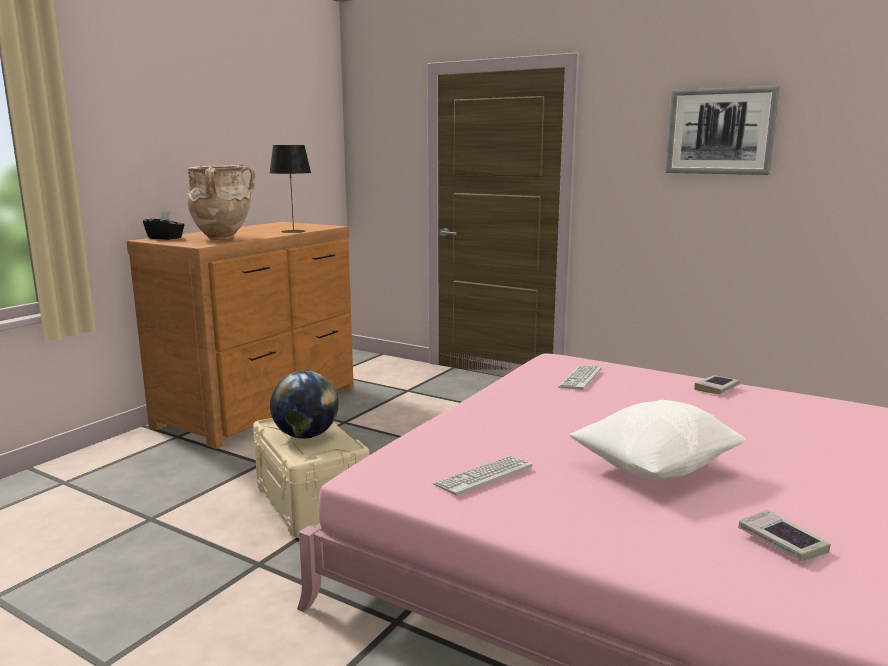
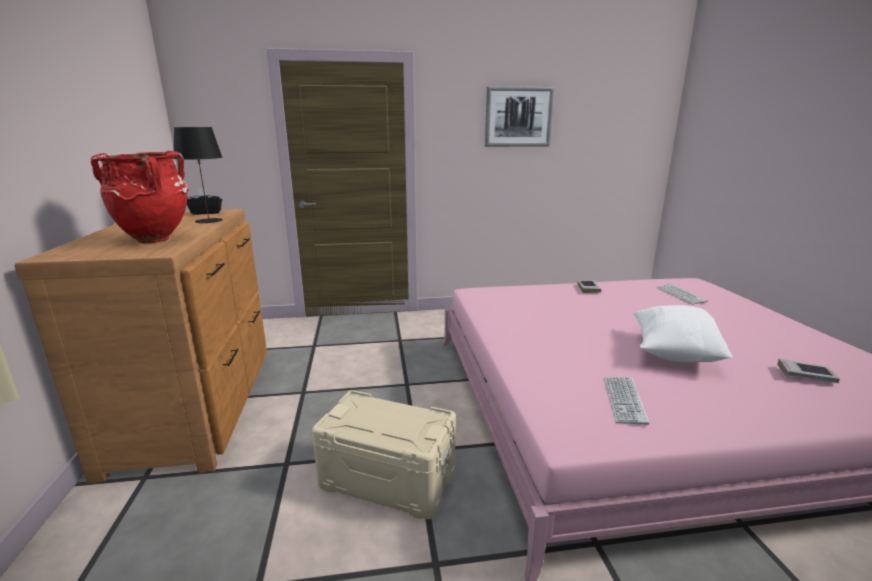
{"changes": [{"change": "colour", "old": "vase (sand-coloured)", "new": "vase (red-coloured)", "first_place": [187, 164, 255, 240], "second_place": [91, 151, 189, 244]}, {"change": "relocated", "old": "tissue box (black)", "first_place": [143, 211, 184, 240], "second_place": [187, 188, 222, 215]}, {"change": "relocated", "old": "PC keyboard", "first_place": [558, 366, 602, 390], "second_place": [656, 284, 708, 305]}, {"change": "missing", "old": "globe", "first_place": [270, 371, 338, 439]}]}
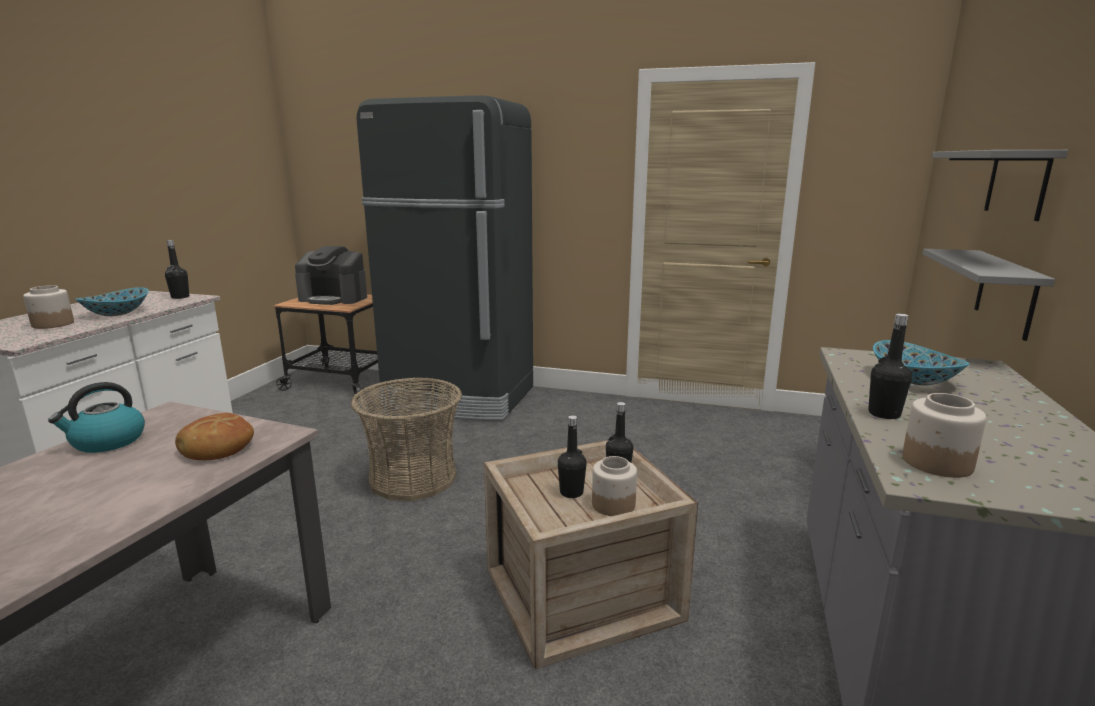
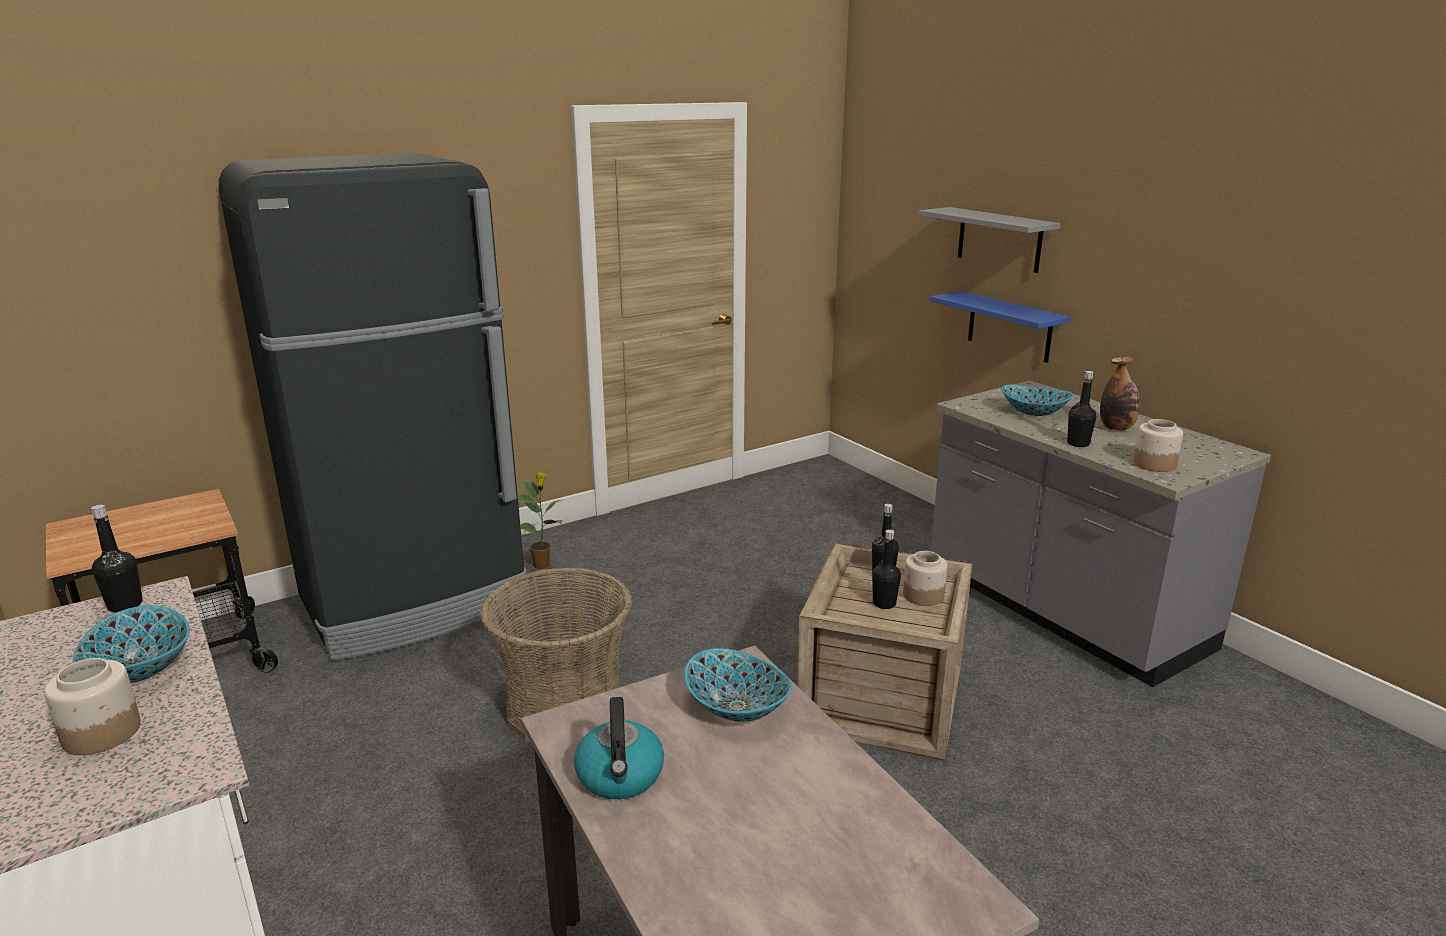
{"changes": [{"change": "missing", "old": "coffee maker", "first_place": [295, 246, 367, 305]}, {"change": "colour", "old": "wall shelf (grey)", "new": "wall shelf (blue)", "first_place": [923, 249, 1055, 341], "second_place": [929, 291, 1071, 363]}, {"change": "exchanged", "old": "baked bread", "new": "serving bowl", "first_place": [175, 413, 254, 460], "second_place": [684, 648, 792, 722]}, {"change": "appeared", "new": "bottle", "second_place": [1100, 357, 1140, 430]}, {"change": "appeared", "new": "houseplant", "second_place": [518, 472, 563, 569]}]}
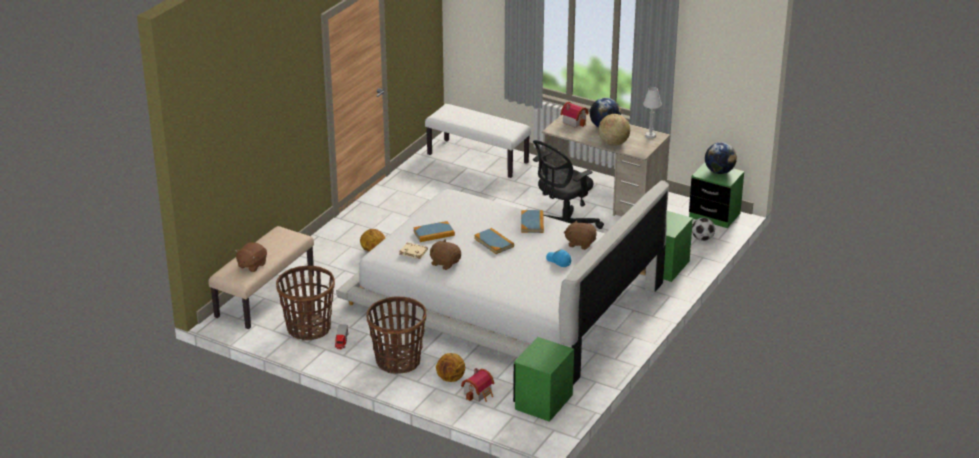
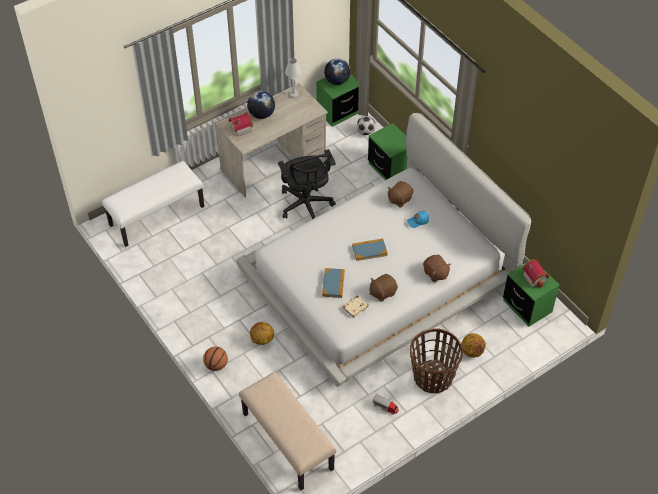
{"changes": [{"change": "missing", "old": "globe", "first_place": [598, 114, 630, 146]}, {"change": "missing", "old": "volume", "first_place": [521, 210, 544, 233]}, {"change": "relocated", "old": "soft toy (brown)", "first_place": [235, 242, 267, 272], "second_place": [423, 255, 451, 282]}, {"change": "missing", "old": "household basket", "first_place": [276, 266, 335, 340]}, {"change": "relocated", "old": "model house", "first_place": [461, 368, 494, 402], "second_place": [522, 259, 549, 288]}, {"change": "appeared", "new": "ball for basketball", "second_place": [203, 347, 228, 371]}]}
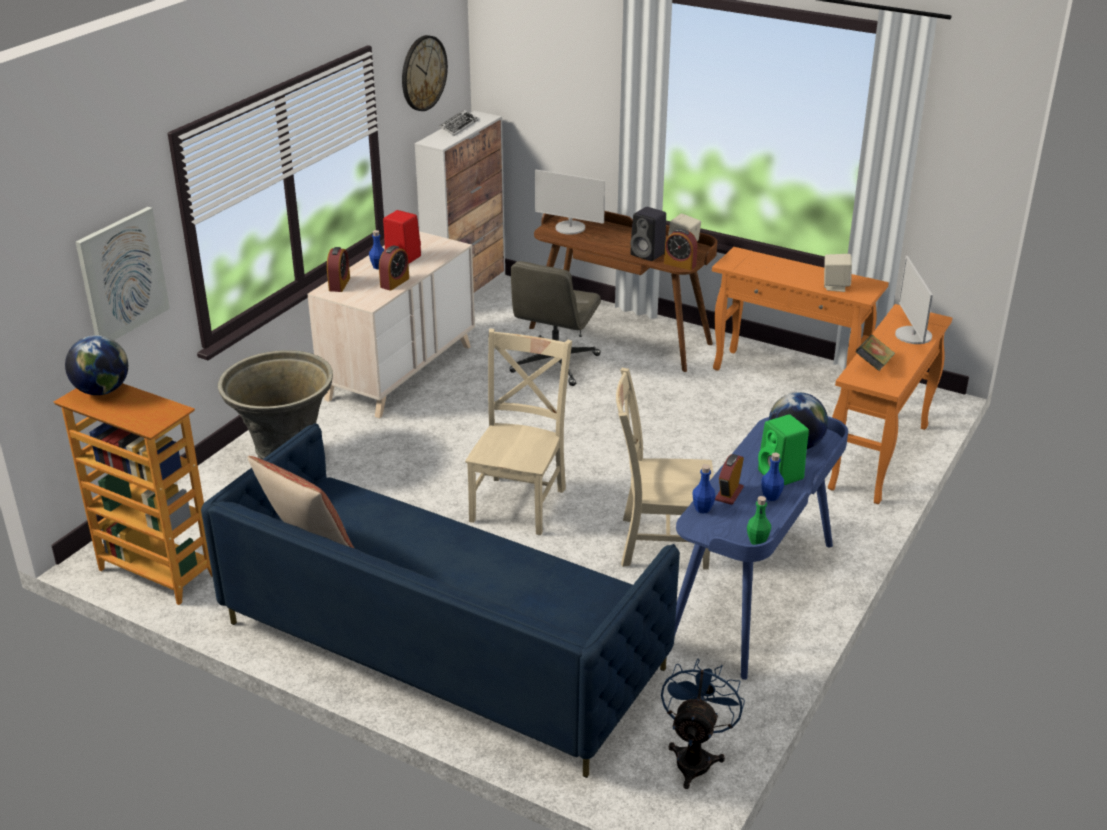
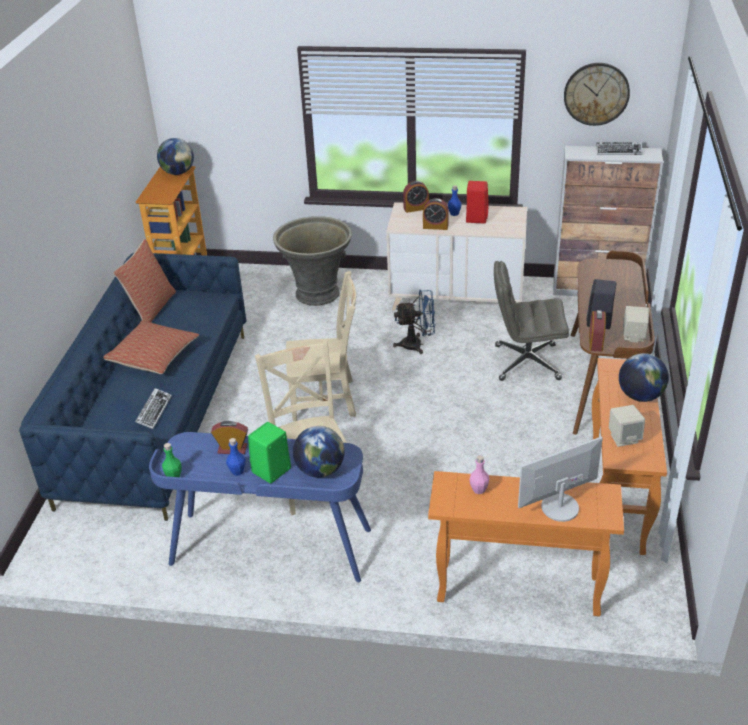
{"changes": [{"change": "missing", "old": "computer display", "first_place": [535, 169, 605, 235]}, {"change": "missing", "old": "picture", "first_place": [76, 207, 170, 340]}, {"change": "exchanged", "old": "volume", "new": "bottle (pink)", "first_place": [855, 335, 895, 371], "second_place": [469, 455, 490, 494]}, {"change": "missing", "old": "bottle (blue)", "first_place": [692, 464, 715, 513]}, {"change": "relocated", "old": "cooling fan (blue)", "first_place": [661, 658, 745, 789], "second_place": [393, 290, 435, 354]}, {"change": "appeared", "new": "pillow", "second_place": [103, 320, 199, 374]}, {"change": "appeared", "new": "globe", "second_place": [619, 353, 669, 402]}, {"change": "appeared", "new": "PC keyboard", "second_place": [135, 388, 172, 429]}]}
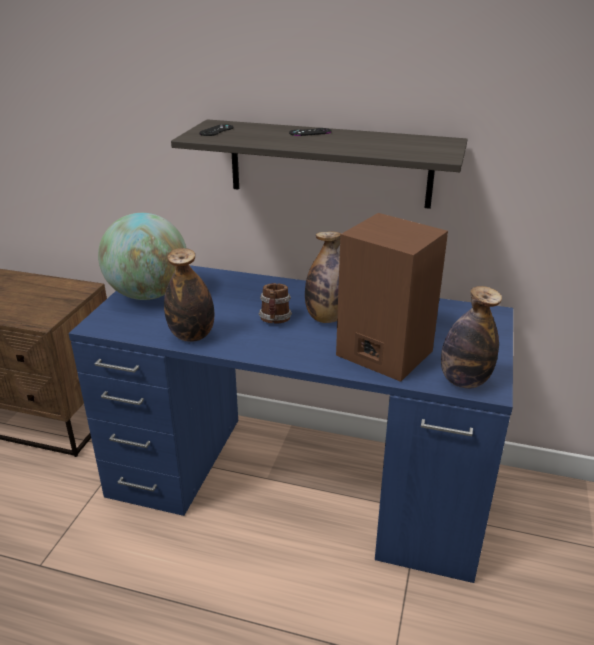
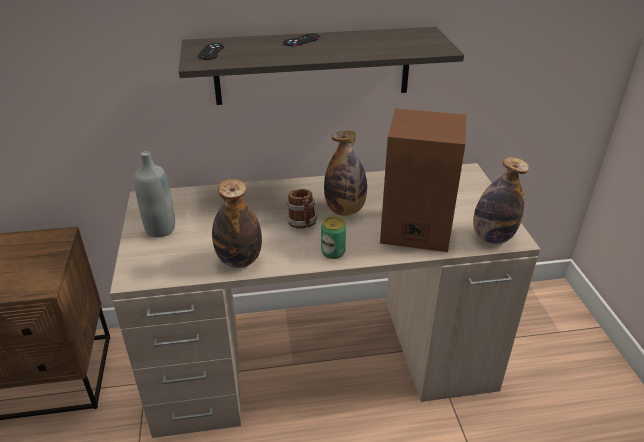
{"changes": [{"change": "exchanged", "old": "globe", "new": "bottle (grey)", "first_place": [98, 213, 186, 300], "second_place": [134, 151, 175, 237]}, {"change": "colour", "old": "desk (blue)", "new": "desk (sand-coloured)", "first_place": [69, 265, 513, 583], "second_place": [110, 163, 540, 438]}, {"change": "appeared", "new": "can", "second_place": [321, 217, 346, 259]}]}
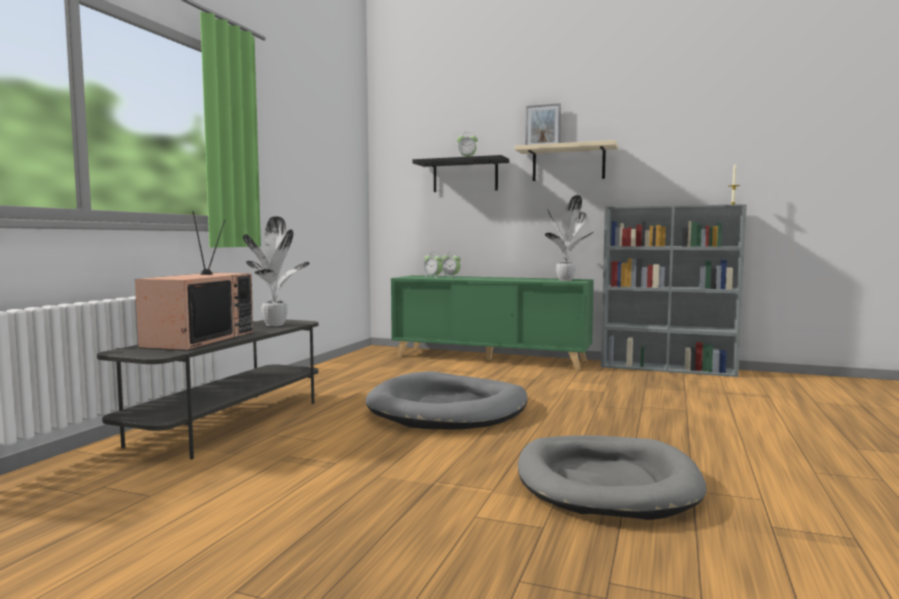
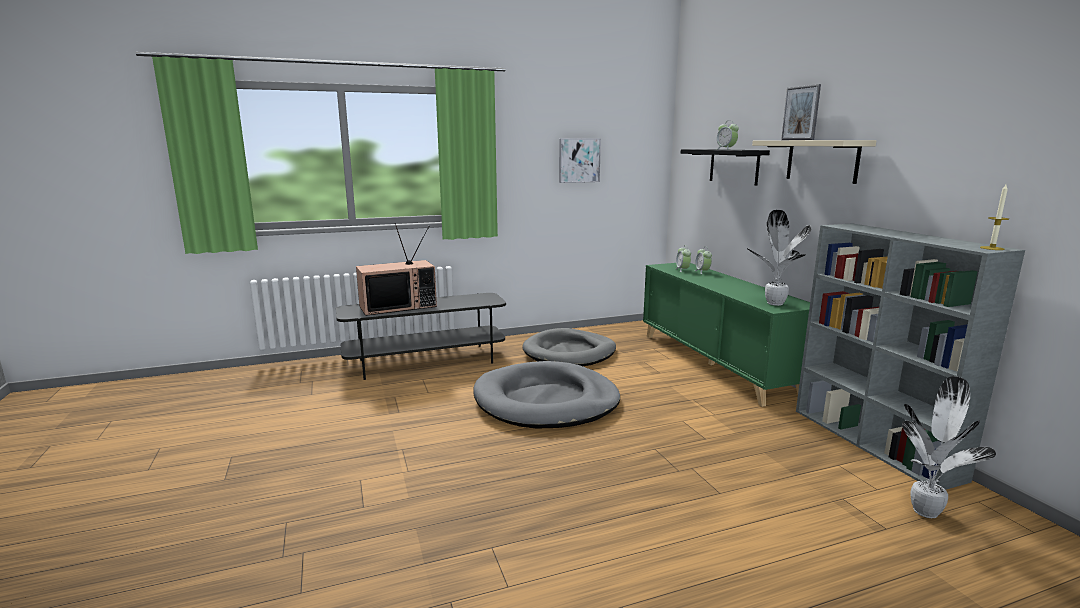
{"changes": [{"change": "relocated", "old": "houseplant", "first_place": [243, 216, 310, 326], "second_place": [902, 376, 996, 518]}, {"change": "relocated", "old": "pet bed (grey)", "first_place": [518, 435, 707, 520], "second_place": [522, 328, 616, 366]}, {"change": "appeared", "new": "picture", "second_place": [559, 138, 601, 183]}]}
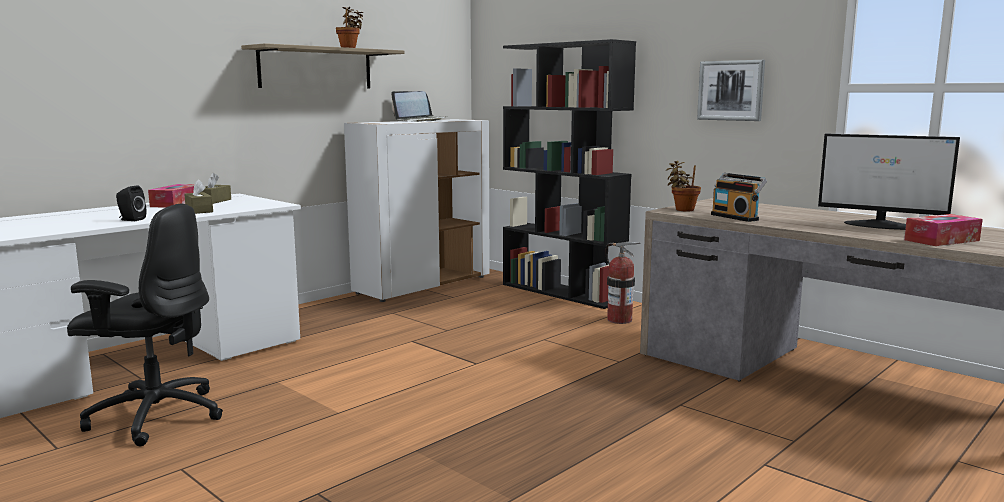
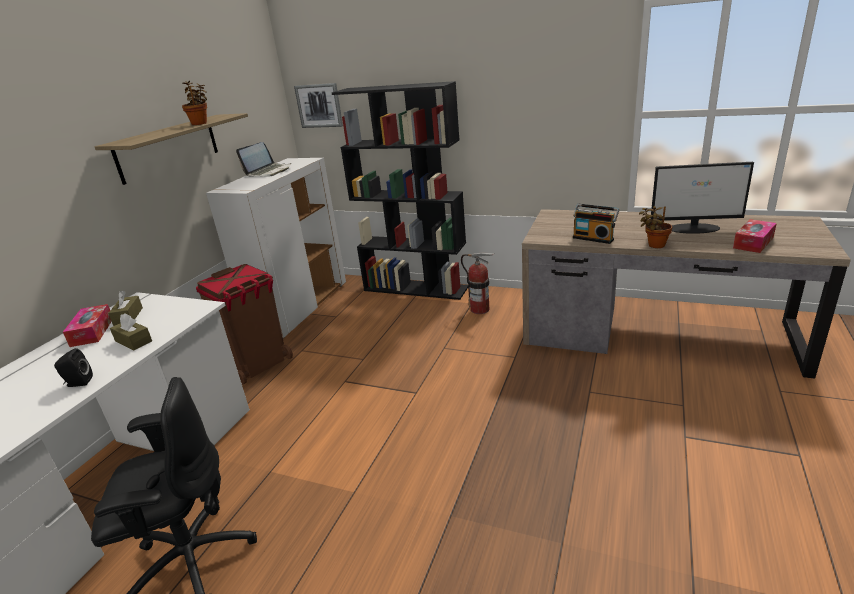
{"changes": [{"change": "relocated", "old": "picture", "first_place": [697, 60, 765, 121], "second_place": [294, 83, 343, 128]}, {"change": "relocated", "old": "houseplant", "first_place": [666, 161, 701, 211], "second_place": [639, 206, 672, 248]}, {"change": "appeared", "new": "rubbish bin (brown)", "second_place": [196, 264, 293, 384]}]}
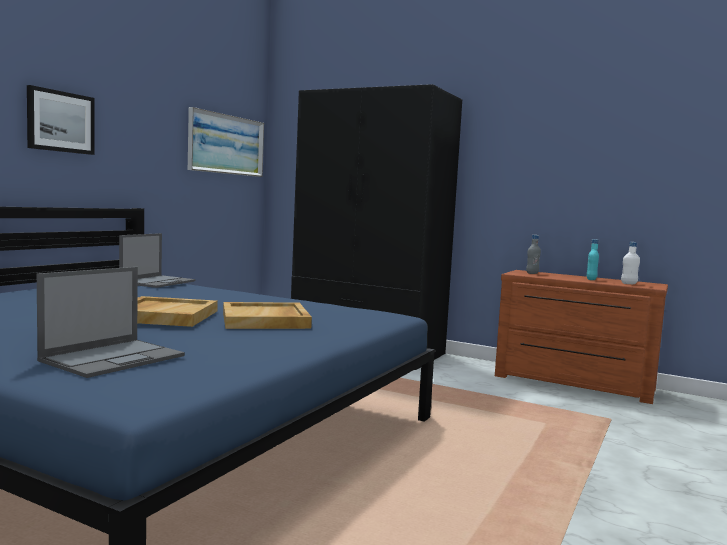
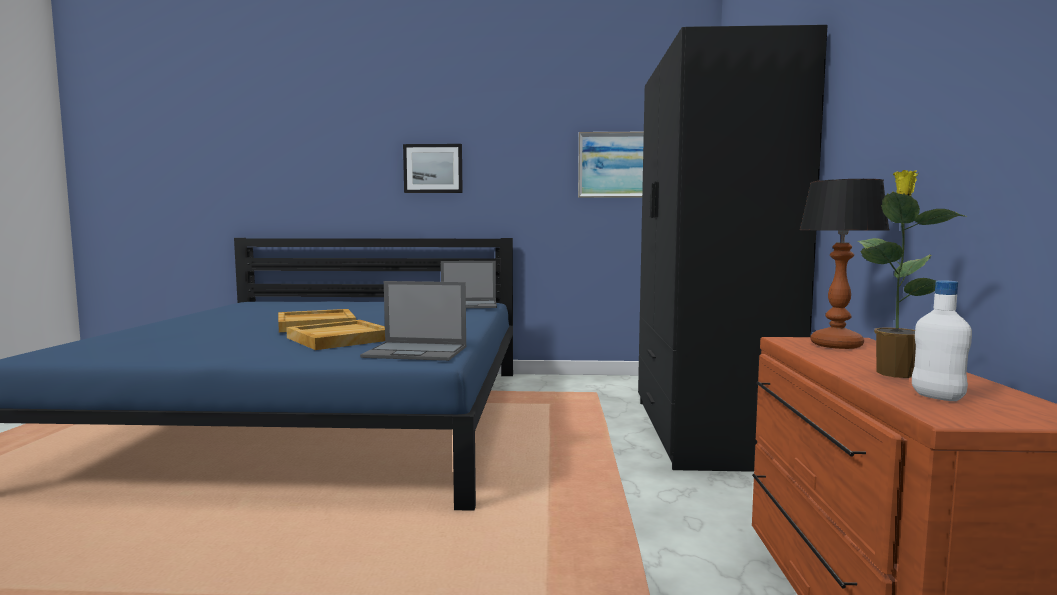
{"changes": [{"change": "exchanged", "old": "bottle (grey)", "new": "table lamp", "first_place": [526, 235, 541, 274], "second_place": [800, 179, 890, 349]}, {"change": "exchanged", "old": "bottle (blue-green)", "new": "houseplant", "first_place": [587, 239, 599, 280], "second_place": [858, 170, 968, 378]}, {"change": "relocated", "old": "portable computer", "first_place": [37, 267, 185, 378], "second_place": [360, 281, 466, 361]}]}
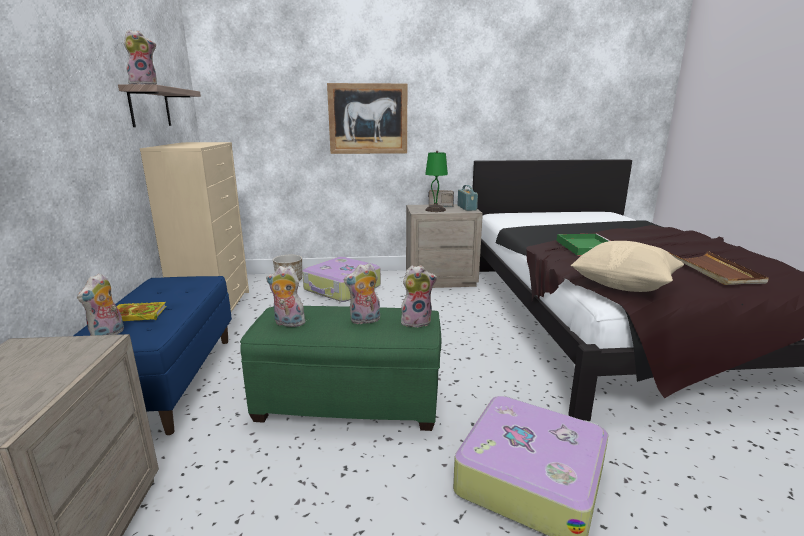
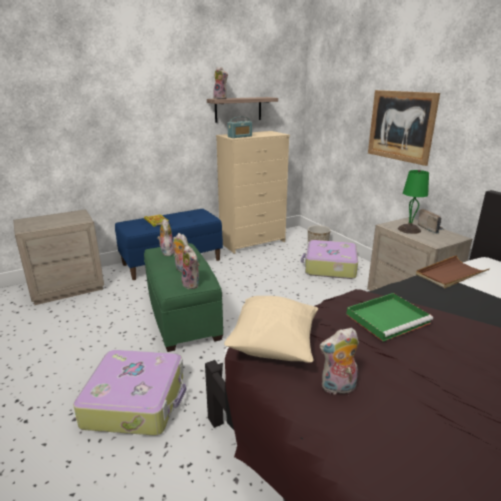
{"changes": [{"change": "relocated", "old": "radio set", "first_place": [458, 185, 478, 211], "second_place": [227, 117, 252, 138]}, {"change": "relocated", "old": "tray (brown)", "first_place": [670, 251, 769, 285], "second_place": [416, 255, 490, 288]}, {"change": "relocated", "old": "soft toy", "first_place": [77, 273, 124, 336], "second_place": [320, 328, 359, 394]}]}
